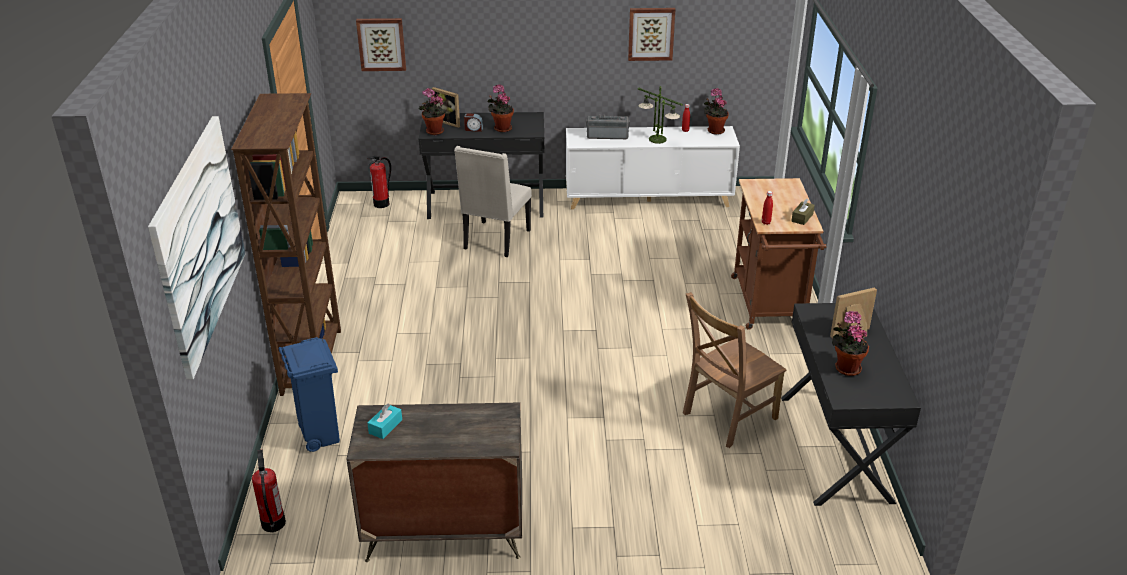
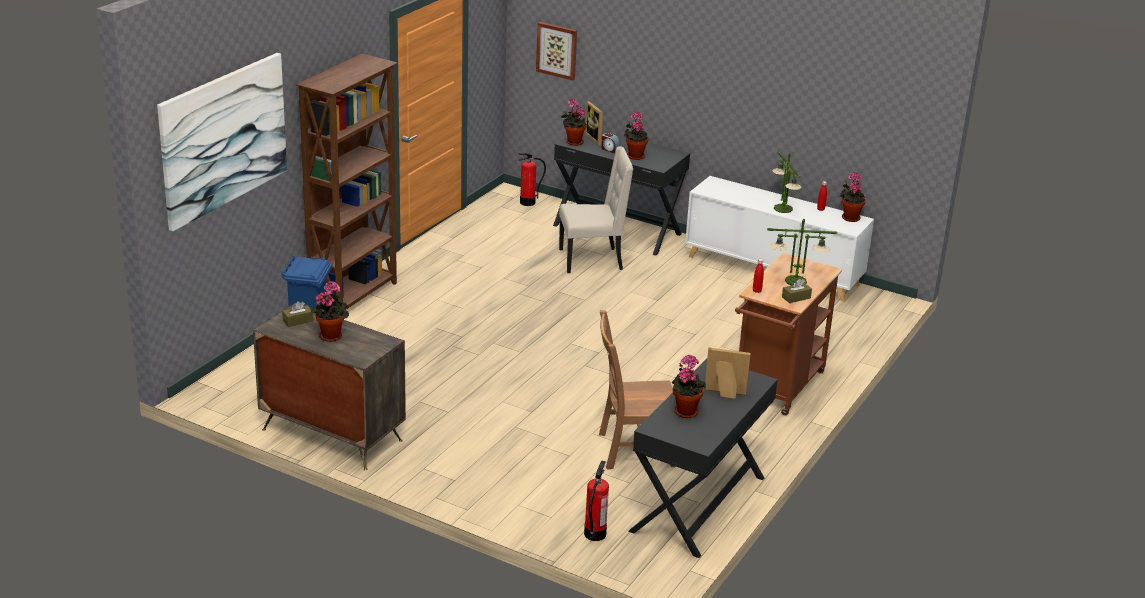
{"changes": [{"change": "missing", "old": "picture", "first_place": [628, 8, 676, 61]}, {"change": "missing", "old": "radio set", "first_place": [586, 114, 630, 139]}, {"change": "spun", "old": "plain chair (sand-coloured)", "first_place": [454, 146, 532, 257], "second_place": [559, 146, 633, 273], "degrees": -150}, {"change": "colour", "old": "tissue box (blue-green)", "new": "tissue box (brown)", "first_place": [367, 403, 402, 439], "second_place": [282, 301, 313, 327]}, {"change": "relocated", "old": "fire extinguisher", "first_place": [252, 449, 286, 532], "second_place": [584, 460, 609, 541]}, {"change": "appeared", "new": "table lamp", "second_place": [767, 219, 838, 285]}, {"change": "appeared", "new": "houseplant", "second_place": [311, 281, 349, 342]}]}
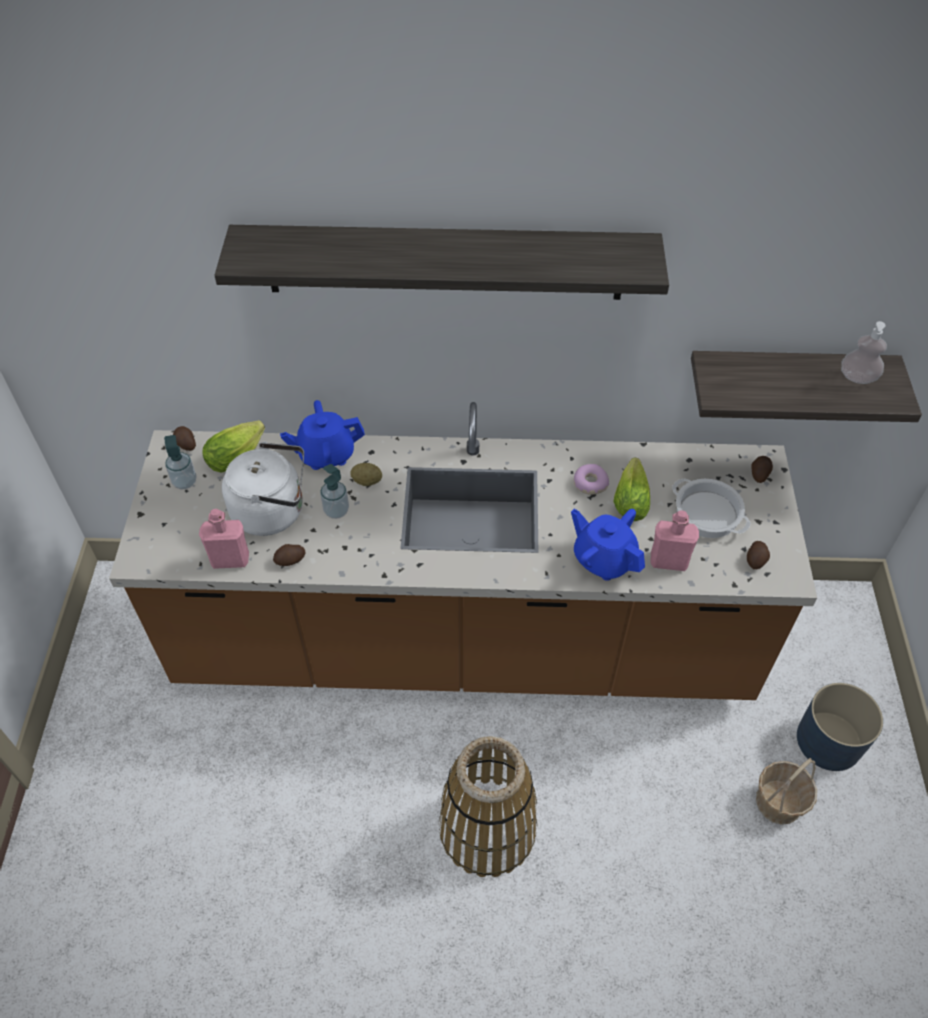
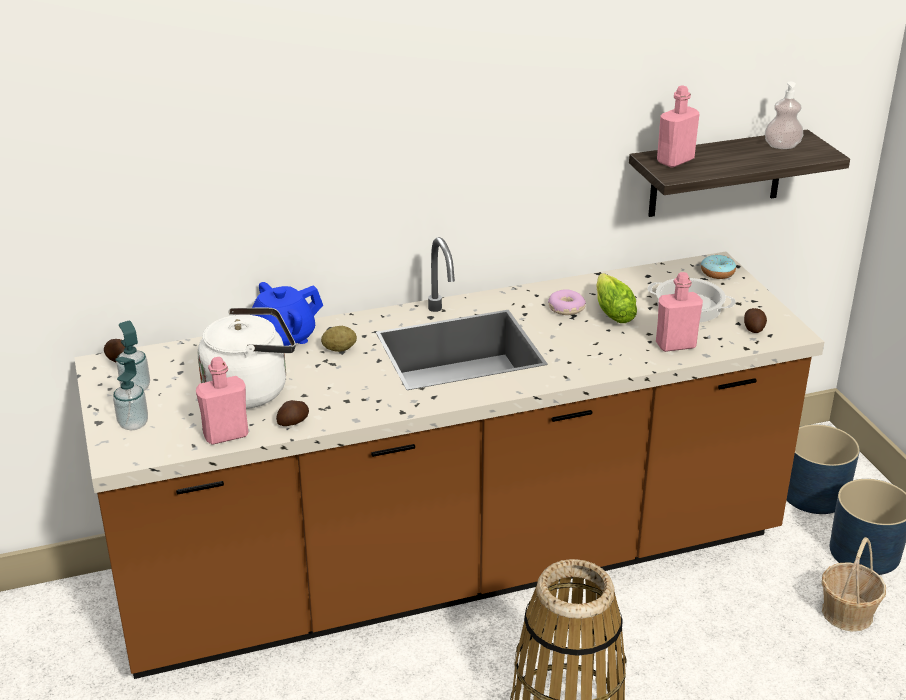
{"changes": [{"change": "missing", "old": "wall shelf", "first_place": [214, 225, 669, 300]}, {"change": "missing", "old": "lettuce head", "first_place": [202, 420, 265, 473]}, {"change": "exchanged", "old": "spud", "new": "doughnut", "first_place": [752, 456, 773, 483], "second_place": [701, 255, 736, 279]}, {"change": "relocated", "old": "soap dispenser", "first_place": [320, 464, 349, 519], "second_place": [113, 357, 148, 430]}, {"change": "missing", "old": "pot for tea (blue)", "first_place": [571, 509, 645, 581]}, {"change": "appeared", "new": "bottle (pink)", "second_place": [657, 85, 699, 168]}, {"change": "appeared", "new": "planter (blue)", "second_place": [787, 424, 860, 514]}]}
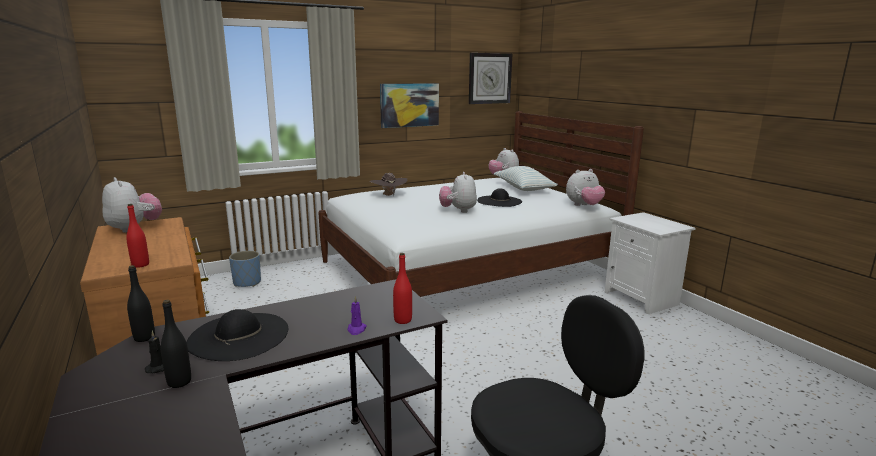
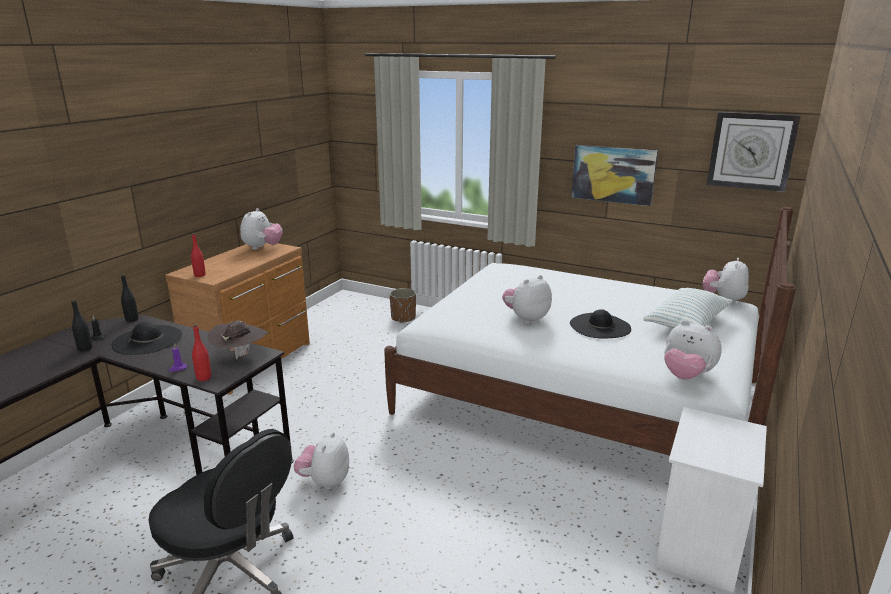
{"changes": [{"change": "relocated", "old": "wearable hat (brown)", "first_place": [370, 173, 407, 197], "second_place": [207, 321, 267, 360]}, {"change": "colour", "old": "planter (blue)", "new": "planter (brown)", "first_place": [229, 251, 261, 287], "second_place": [390, 288, 416, 323]}, {"change": "appeared", "new": "soft toy", "second_place": [294, 433, 349, 489]}]}
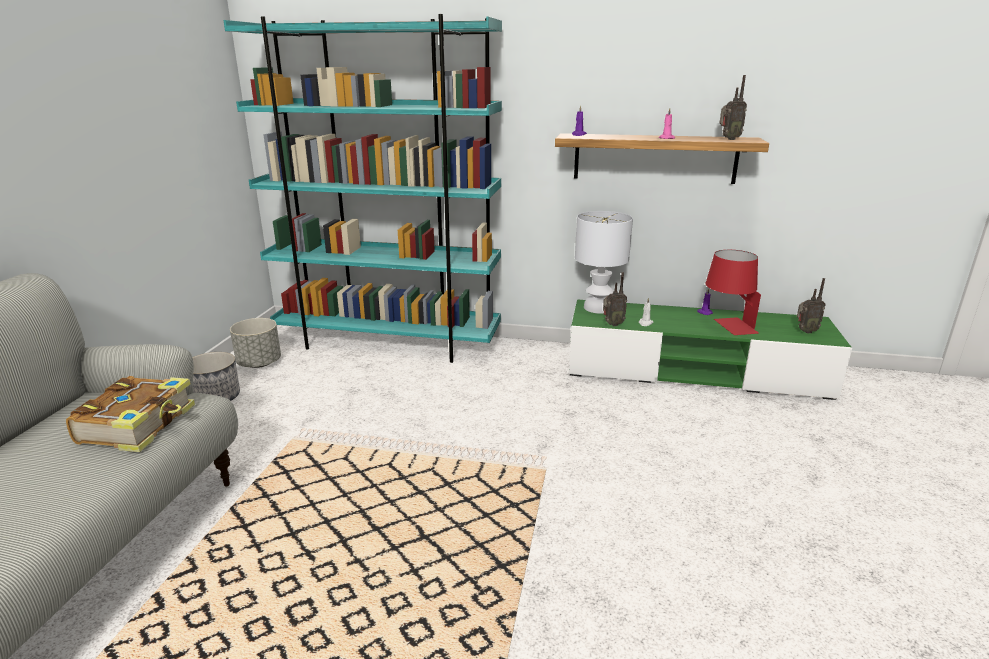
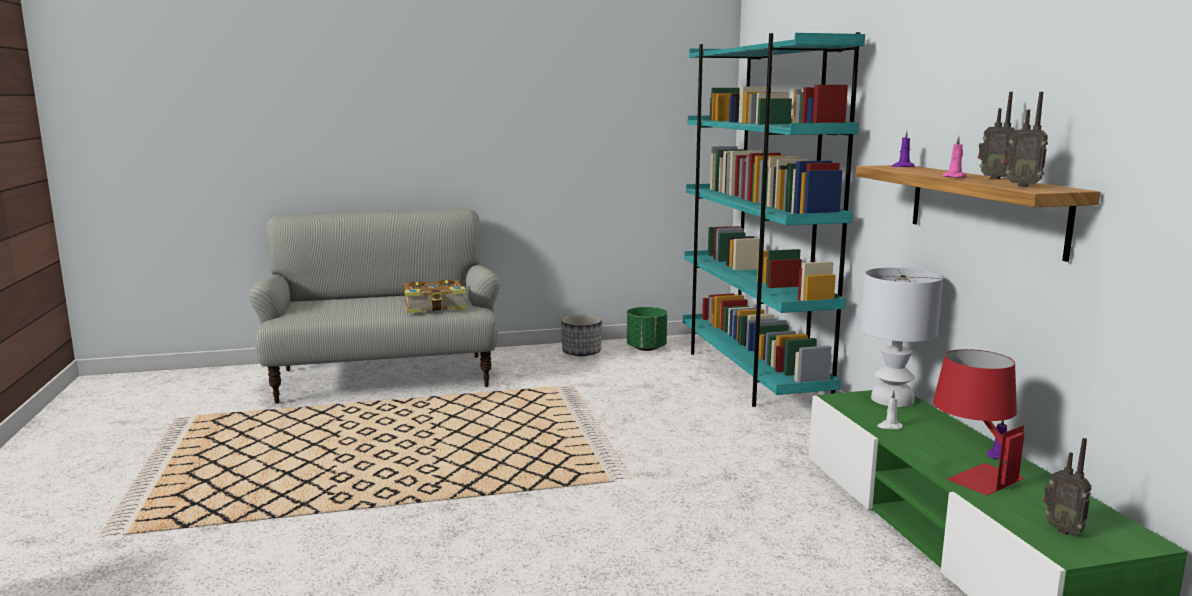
{"changes": [{"change": "relocated", "old": "radio set", "first_place": [603, 272, 627, 326], "second_place": [978, 92, 1016, 180]}, {"change": "colour", "old": "planter (grey)", "new": "planter (greenish)", "first_place": [230, 318, 281, 368], "second_place": [627, 307, 667, 351]}]}
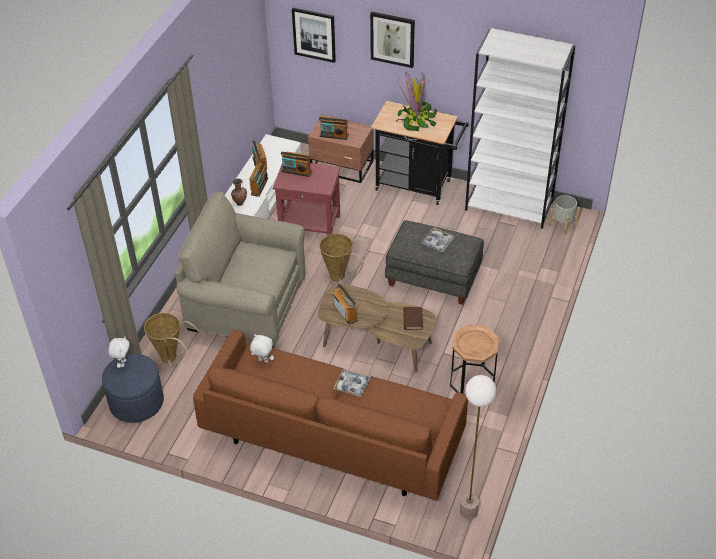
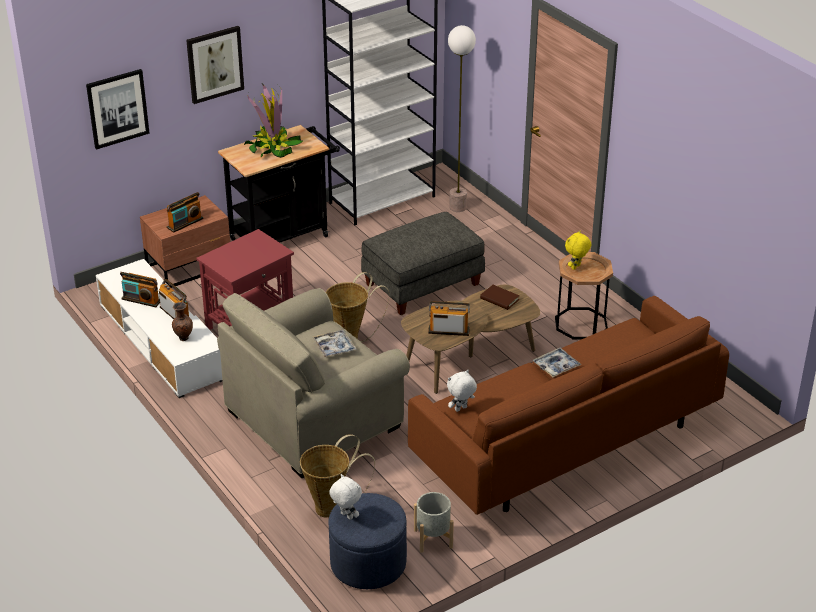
{"changes": [{"change": "missing", "old": "radio set", "first_place": [281, 151, 312, 177]}, {"change": "relocated", "old": "planter (grey)", "first_place": [548, 195, 580, 235], "second_place": [414, 492, 454, 553]}, {"change": "relocated", "old": "tray", "first_place": [421, 227, 455, 252], "second_place": [312, 330, 357, 358]}, {"change": "relocated", "old": "standard lamp", "first_place": [460, 375, 497, 519], "second_place": [448, 25, 476, 212]}, {"change": "appeared", "new": "soft toy (yellow)", "second_place": [565, 231, 591, 270]}]}
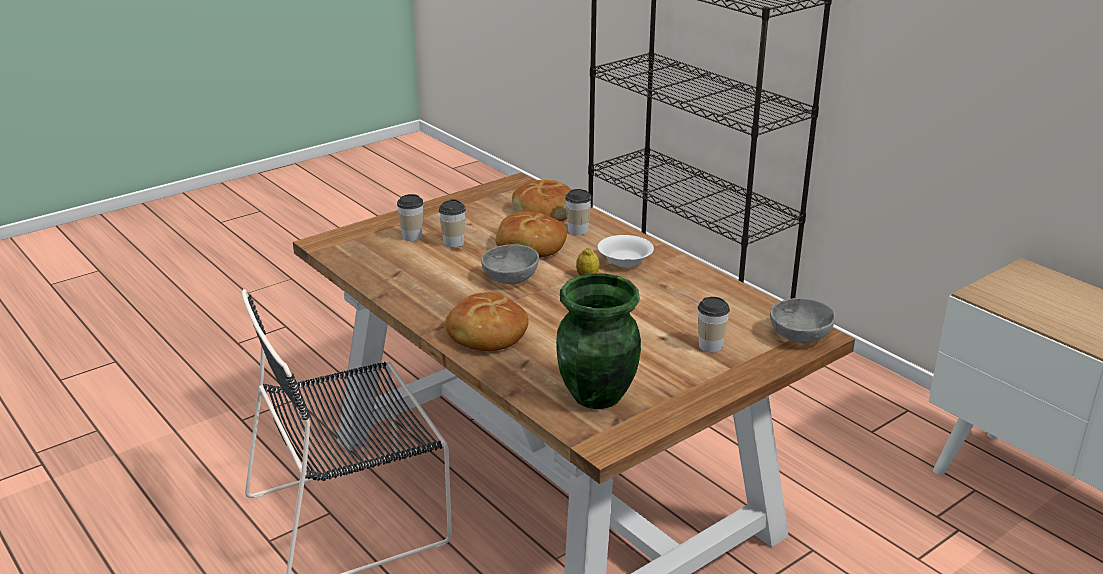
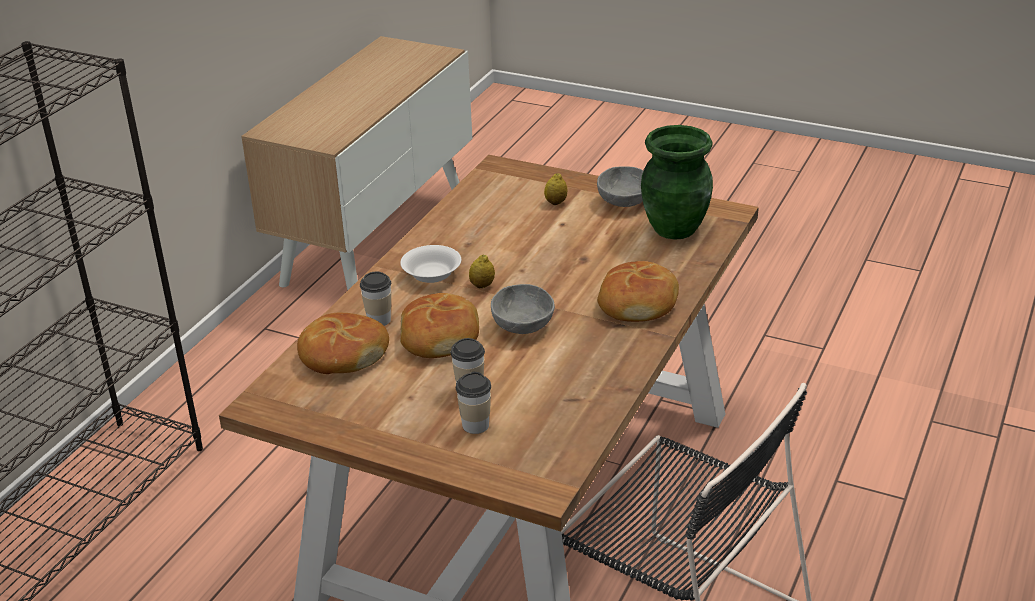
{"changes": [{"change": "exchanged", "old": "cup", "new": "lemon", "first_place": [698, 297, 730, 353], "second_place": [544, 173, 568, 205]}, {"change": "relocated", "old": "serving bowl (grey)", "first_place": [770, 298, 835, 343], "second_place": [597, 166, 644, 207]}]}
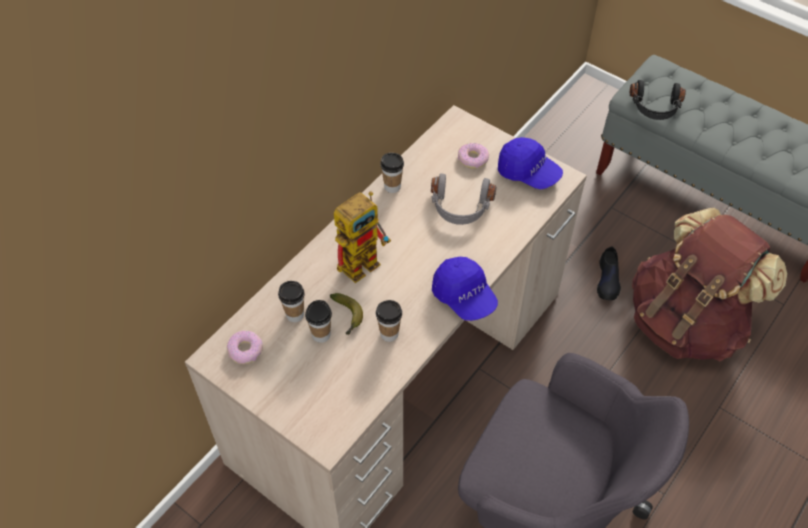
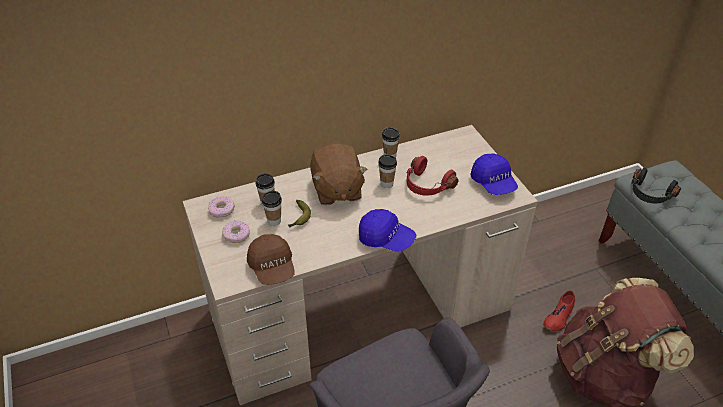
{"changes": [{"change": "relocated", "old": "doughnut", "first_place": [458, 143, 489, 169], "second_place": [222, 221, 250, 243]}, {"change": "colour", "old": "headphones (grey)", "new": "headphones (red-coloured)", "first_place": [431, 173, 496, 225], "second_place": [406, 156, 459, 196]}, {"change": "exchanged", "old": "toy robot", "new": "soft toy (brown)", "first_place": [334, 191, 391, 283], "second_place": [310, 143, 368, 205]}, {"change": "colour", "old": "item of footwear (black)", "new": "item of footwear (red-coloured)", "first_place": [597, 246, 621, 300], "second_place": [543, 290, 575, 331]}, {"change": "spun", "old": "baseball cap (blue)", "first_place": [432, 257, 498, 321], "second_place": [359, 209, 416, 252], "degrees": -60}, {"change": "relocated", "old": "cup", "first_place": [376, 300, 402, 342], "second_place": [378, 155, 397, 188]}, {"change": "appeared", "new": "baseball cap (brown)", "second_place": [247, 234, 295, 285]}]}
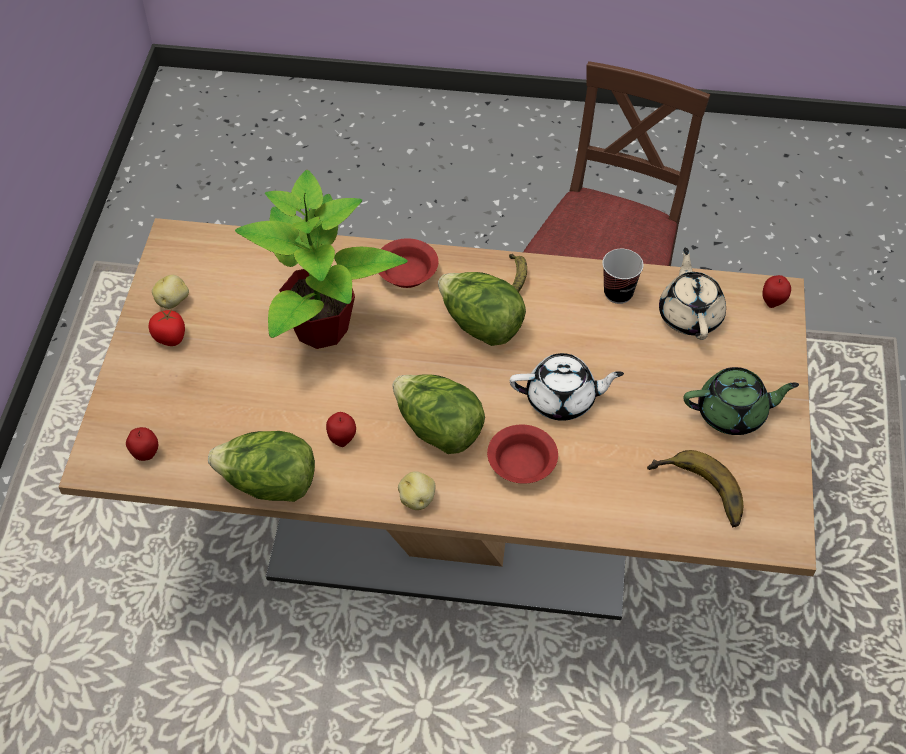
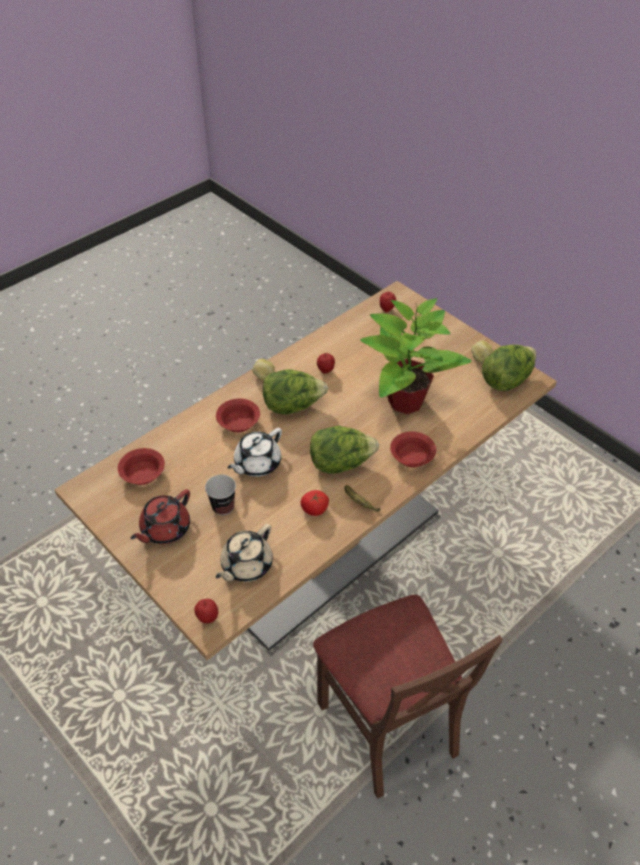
{"changes": [{"change": "spun", "old": "pot for tea (sand-coloured)", "first_place": [659, 248, 726, 340], "second_place": [216, 524, 273, 582], "degrees": 90}, {"change": "relocated", "old": "cup", "first_place": [602, 249, 644, 304], "second_place": [205, 475, 236, 515]}, {"change": "relocated", "old": "tomato", "first_place": [149, 309, 185, 346], "second_place": [301, 490, 329, 516]}, {"change": "colour", "old": "pot for tea (greenish)", "new": "pot for tea (red-coloured)", "first_place": [683, 367, 799, 435], "second_place": [130, 489, 190, 544]}, {"change": "relocated", "old": "lettuce head", "first_place": [208, 431, 315, 502], "second_place": [482, 345, 536, 391]}, {"change": "exchanged", "old": "whole banana", "new": "serving bowl (red-coloured)", "first_place": [647, 450, 743, 527], "second_place": [118, 448, 165, 485]}]}
